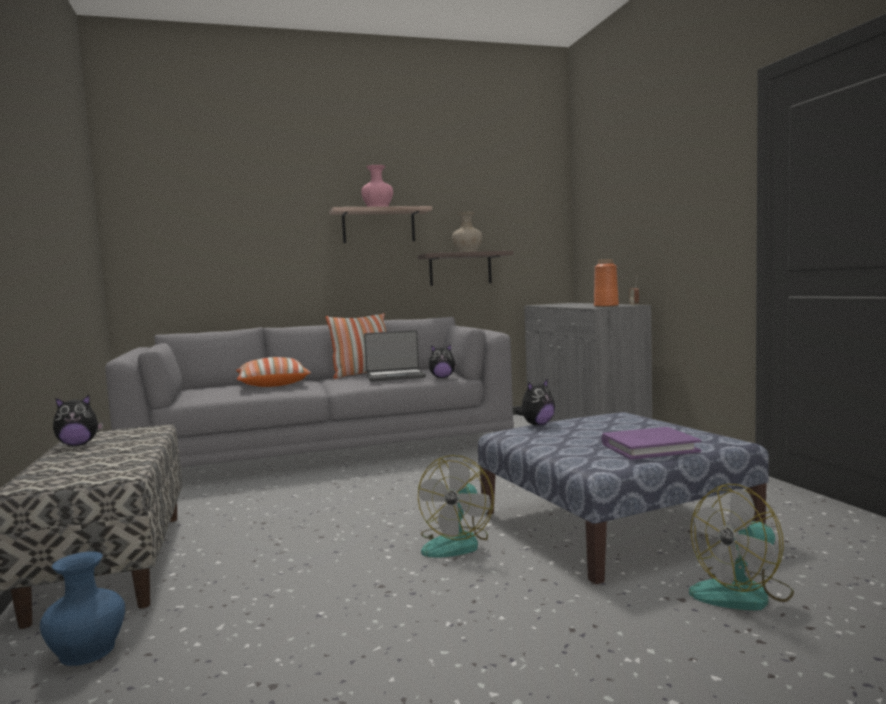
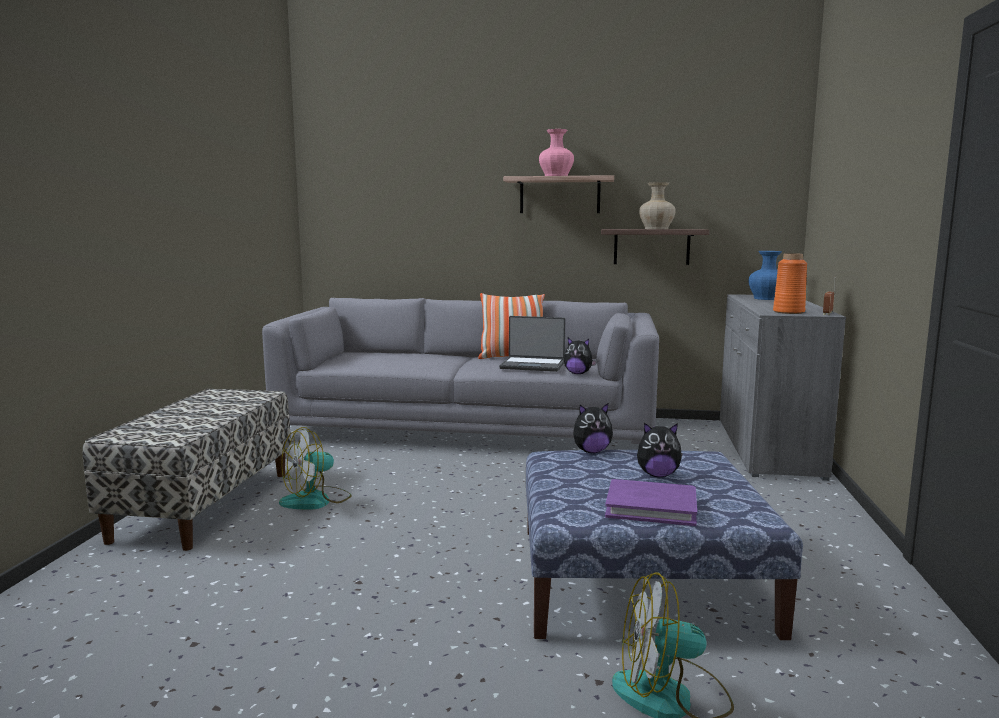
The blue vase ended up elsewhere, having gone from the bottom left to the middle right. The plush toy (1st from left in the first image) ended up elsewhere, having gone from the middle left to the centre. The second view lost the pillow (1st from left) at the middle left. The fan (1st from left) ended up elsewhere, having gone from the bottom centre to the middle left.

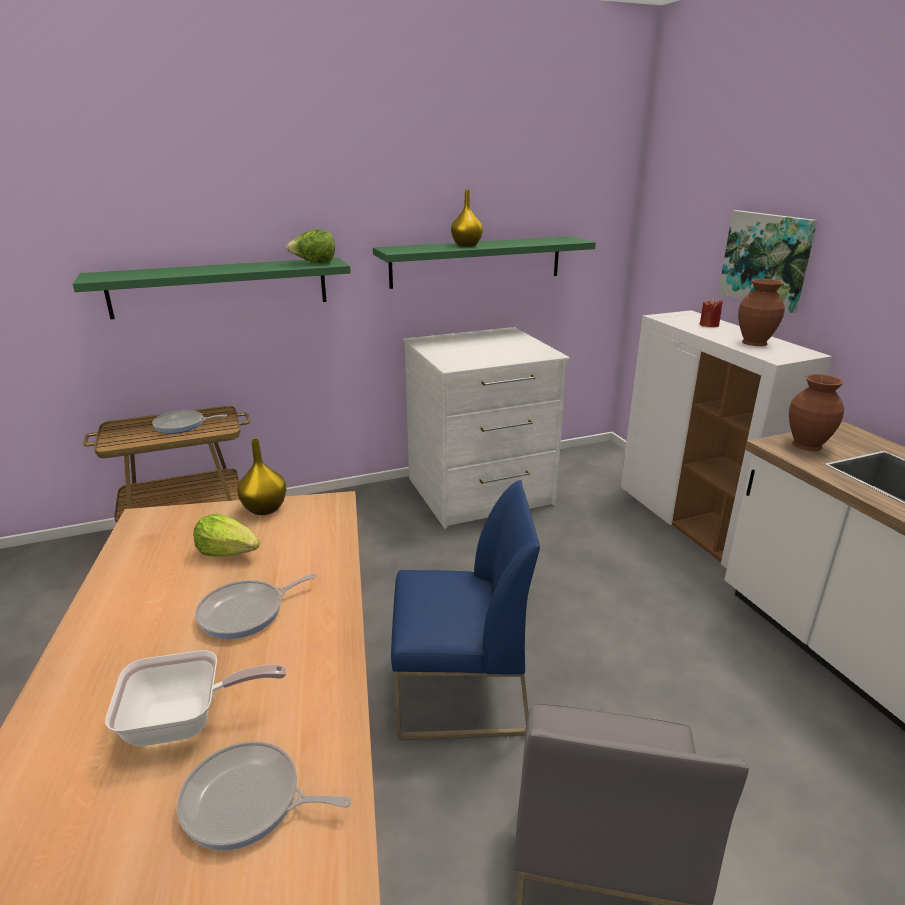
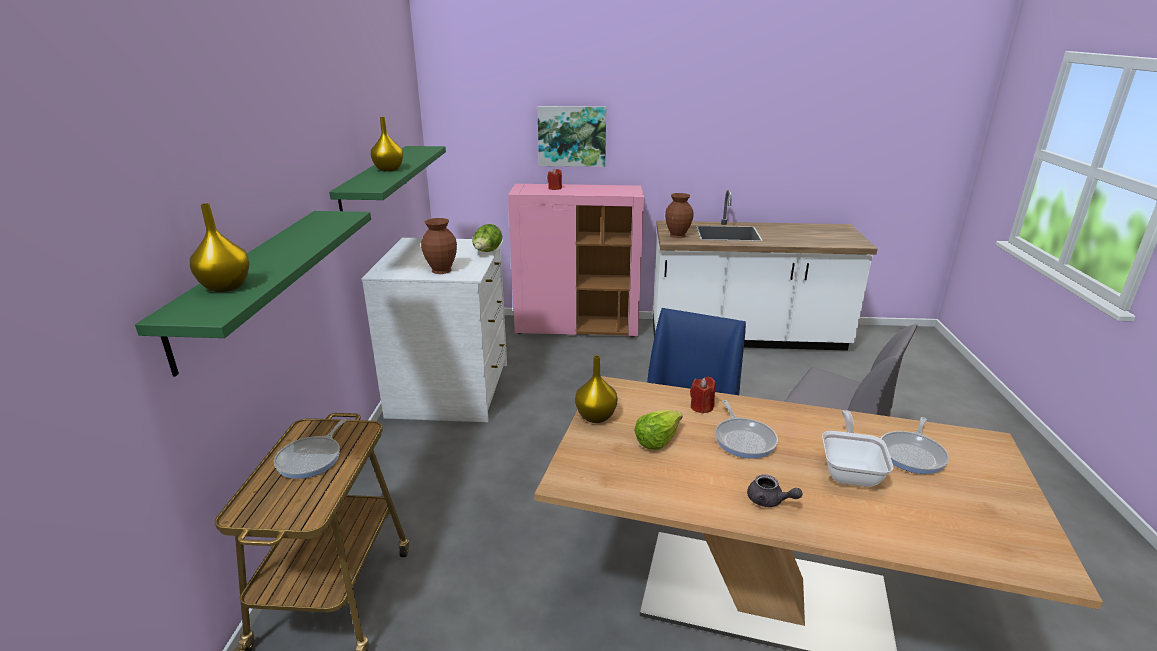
The lettuce (2nd from left in the first image) ended up elsewhere, having gone from the top centre to the centre. What was the white cabinet at the middle right turned into the pink cabinet at the centre. The brown vase (1st from left) ended up elsewhere, having gone from the middle right to the centre. The second view gained the yellow vase (1st from left) at the middle left. The second view gained the red candle (2nd from left) at the centre. The second view gained the grey teapot at the bottom right.

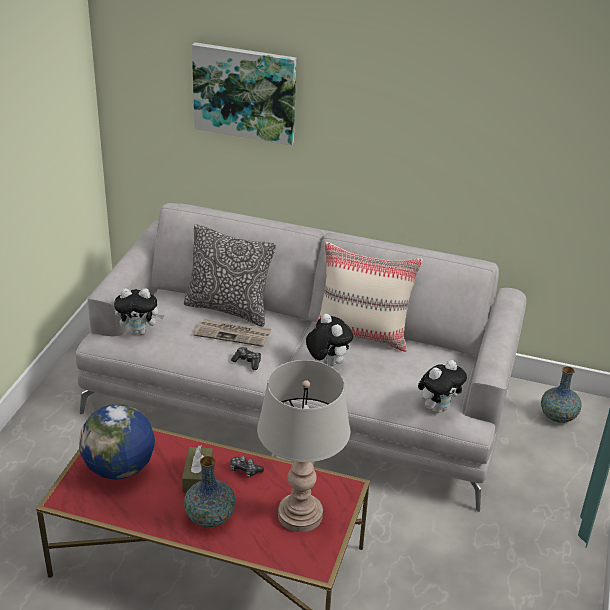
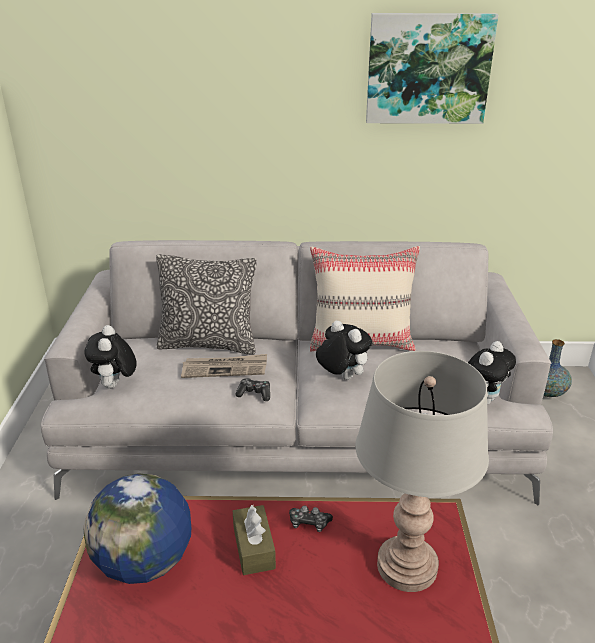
The plush toy (1st from left) at the middle left ended up facing another way, 105 degrees clockwise from before. The second view lost the vase (1st from left) at the bottom centre. The picture ended up elsewhere, having gone from the top centre to the top right.

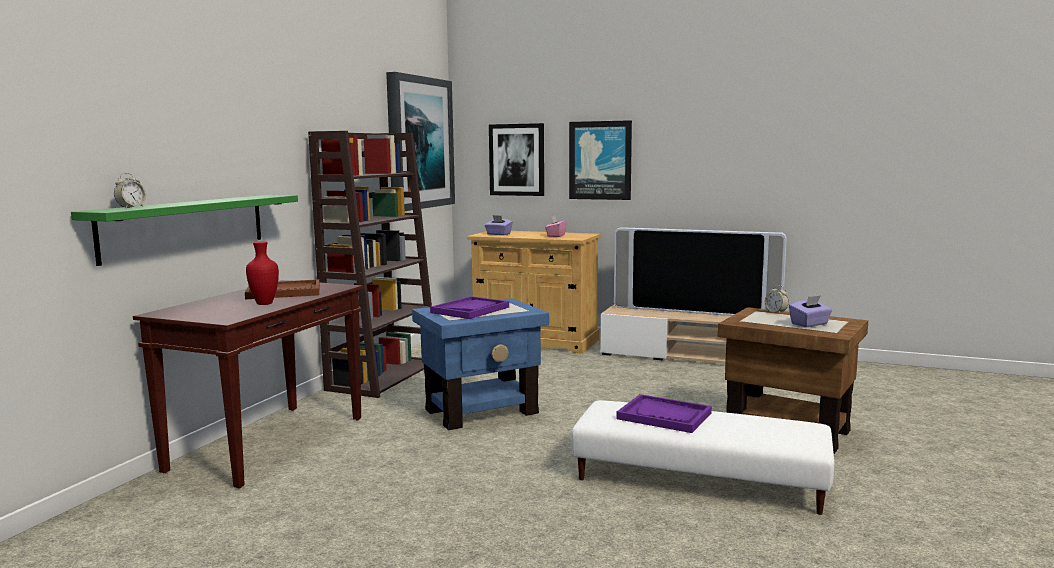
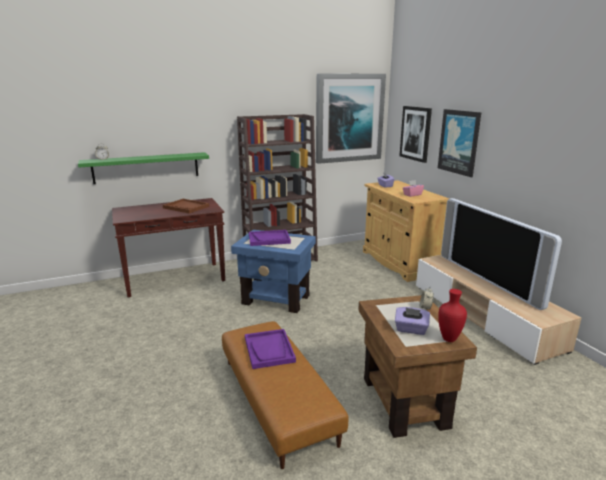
The red vase ended up elsewhere, having gone from the middle left to the middle right. What was the white ottoman at the bottom right turned into the brown ottoman at the bottom centre.

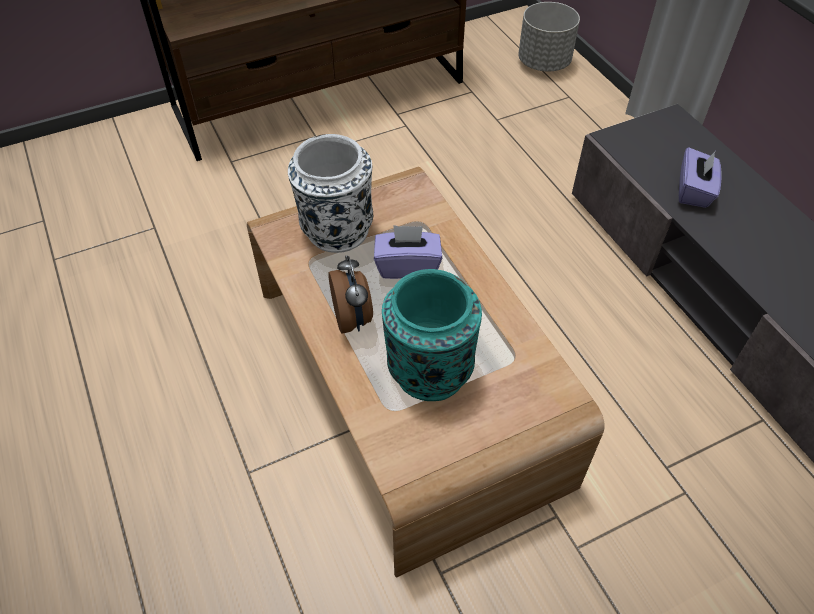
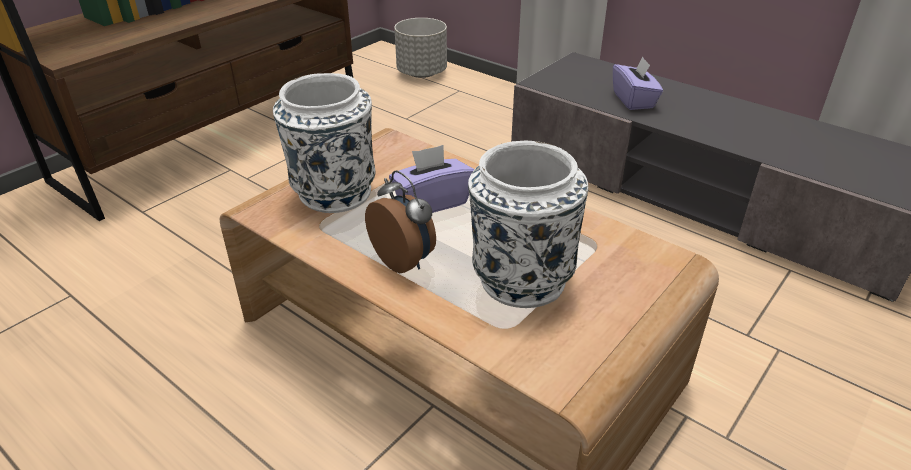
What was the turquoise vase at the centre turned into the white vase (2nd from left) at the centre.

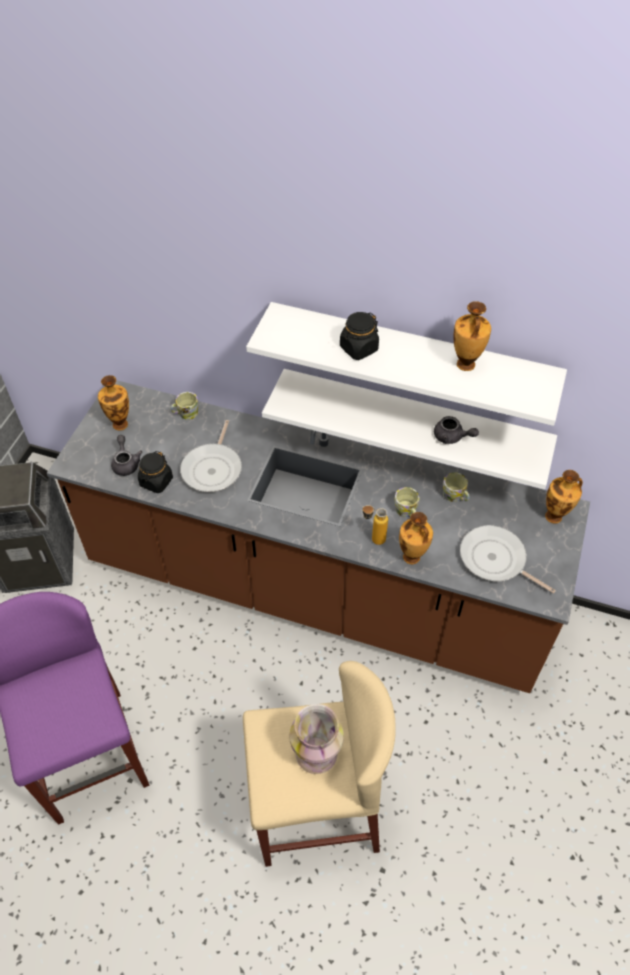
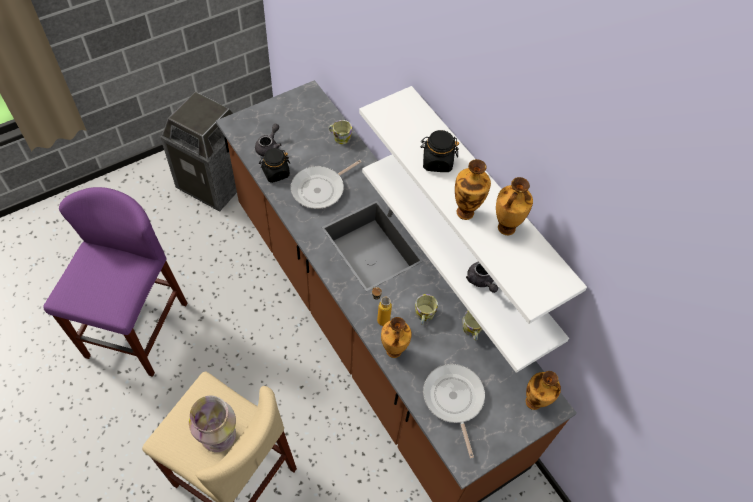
The vase (1st from left in the first image) ended up elsewhere, having gone from the middle left to the centre.

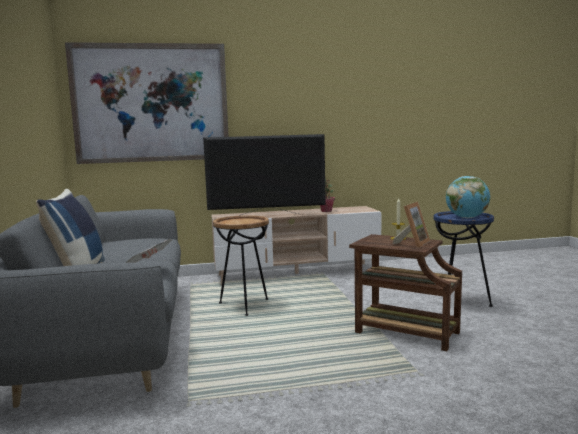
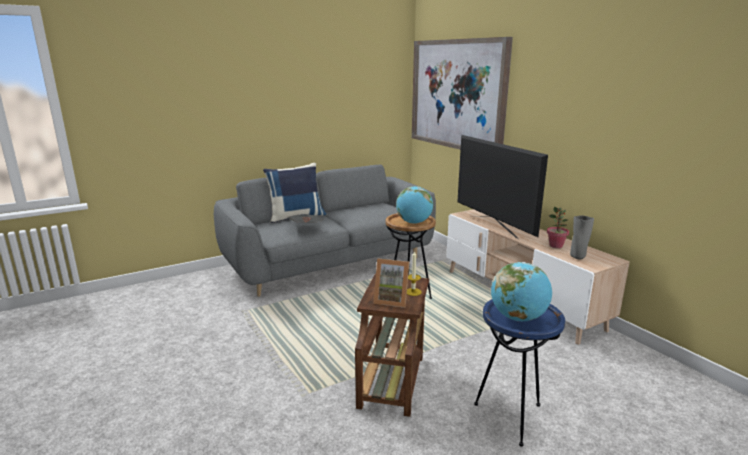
The second view gained the globe (1st from left) at the centre. The second view gained the grey vase at the middle right.

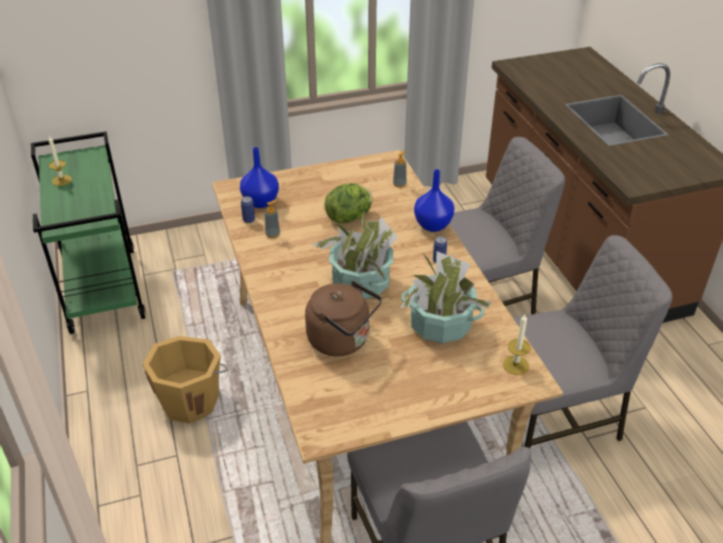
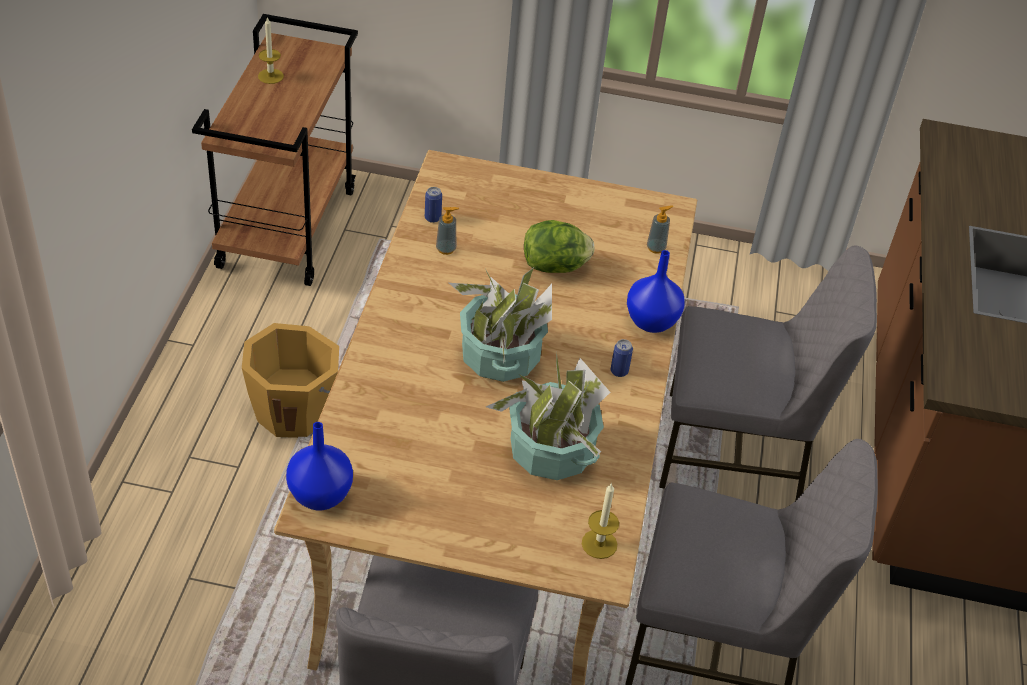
What was the green cart at the middle left turned into the brown cart at the top left. The blue vase (1st from left) ended up elsewhere, having gone from the top centre to the bottom left. The second view lost the brown kettle at the centre.

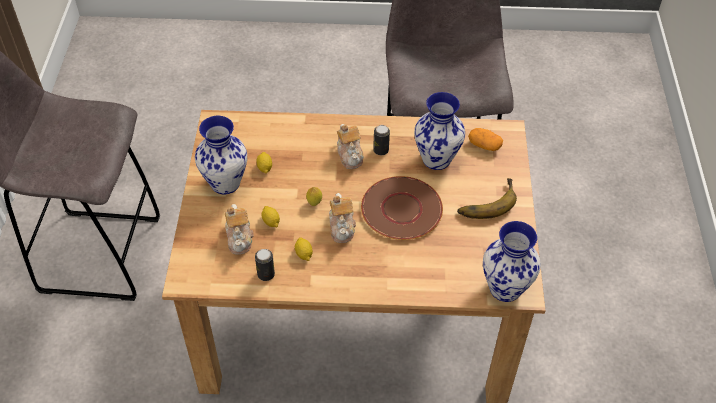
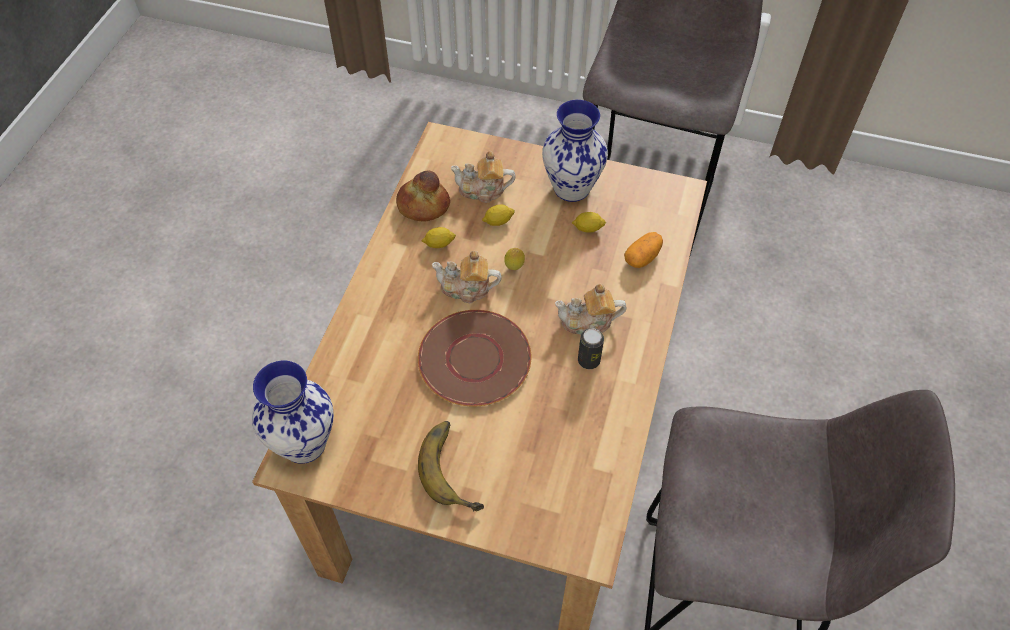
Where the can (1st from left) stood at the centre, the bread came to stand at the top centre. The second view lost the vase (2nd from left) at the top centre. The potato ended up elsewhere, having gone from the middle right to the centre.

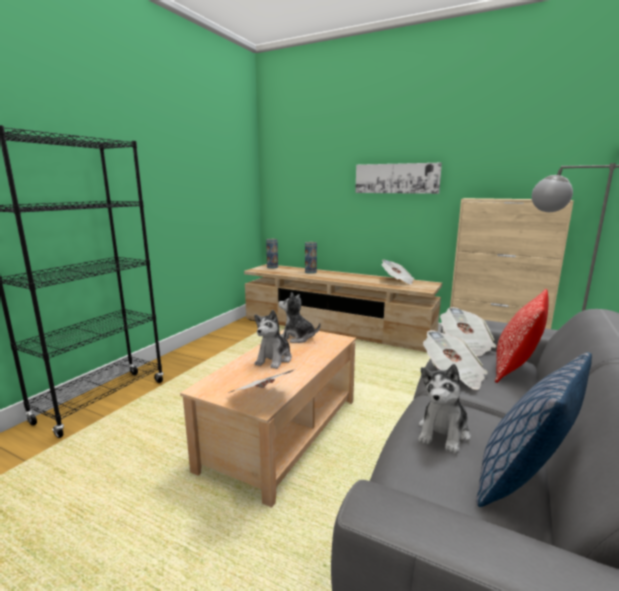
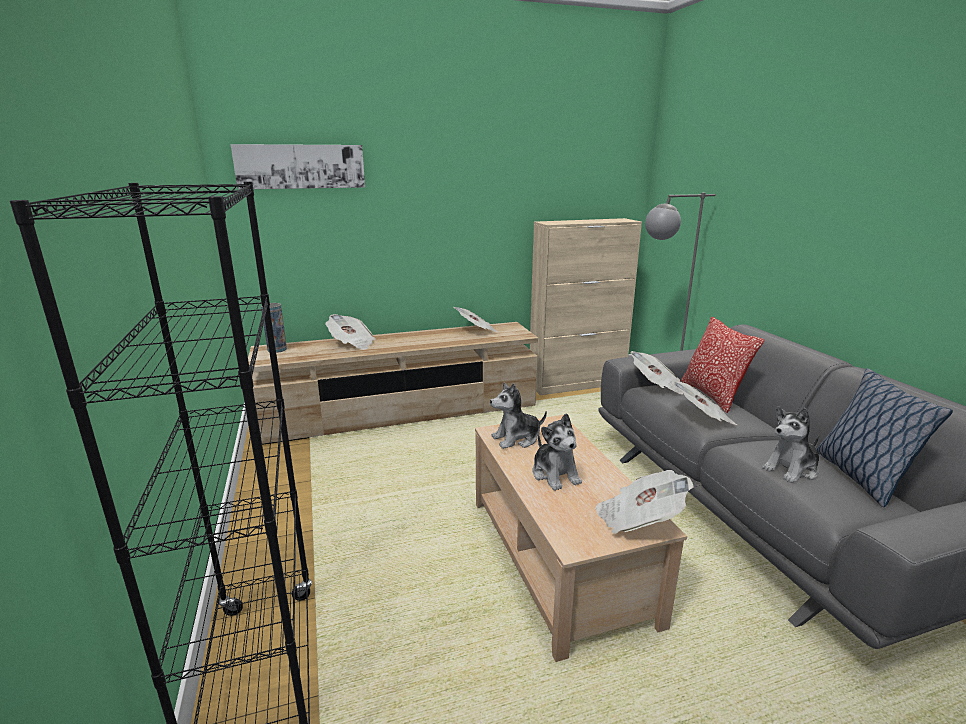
Where the vase (2nd from left) stood at the centre, the newspaper (1st from left) came to stand at the centre. The picture ended up elsewhere, having gone from the top centre to the top left. The plush toy (3rd from left) at the bottom right ended up facing another way, 75 degrees clockwise from before.

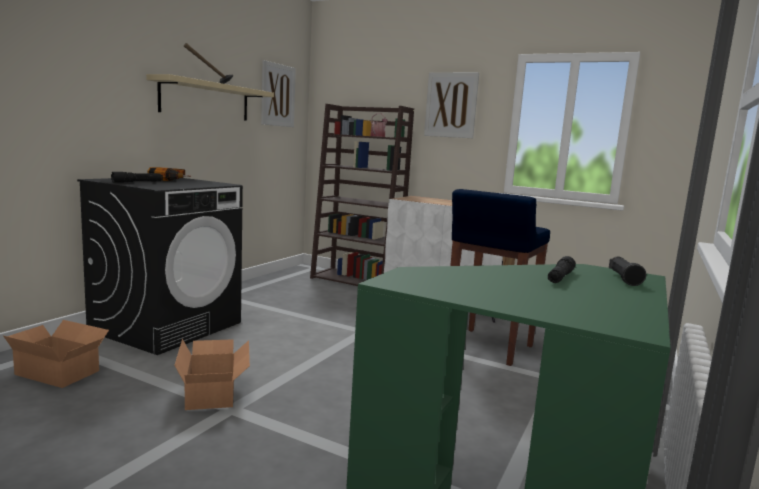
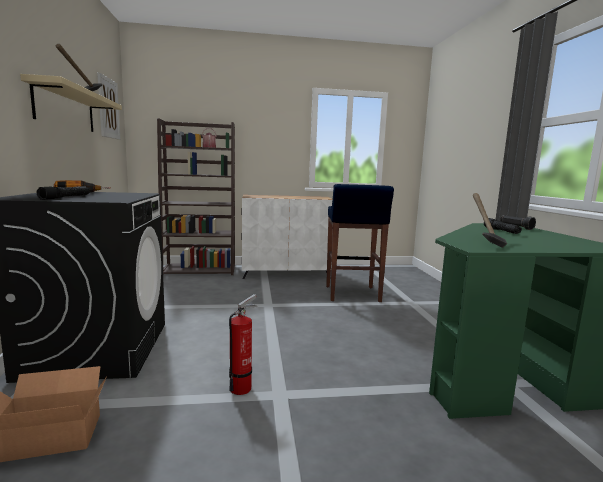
Where the cardboard box (2nd from left) stood at the bottom left, the fire extinguisher came to stand at the bottom centre. The second view lost the picture (2nd from left) at the top centre. The second view gained the hammer (2nd from left) at the middle right.

